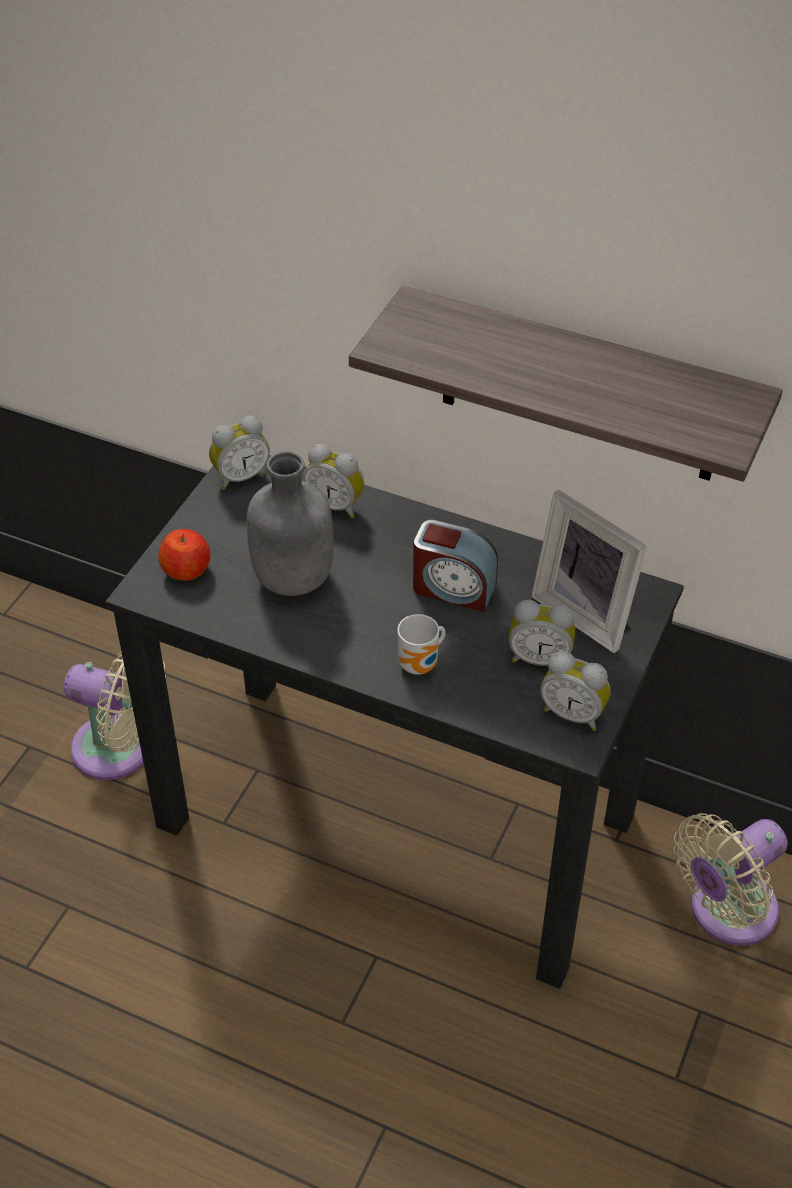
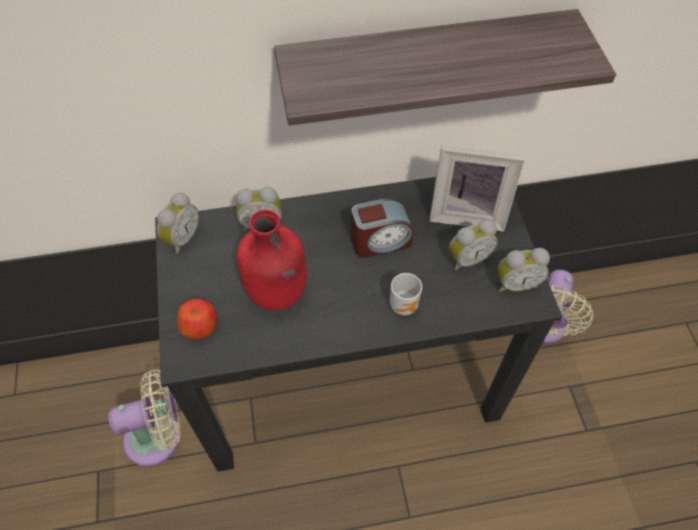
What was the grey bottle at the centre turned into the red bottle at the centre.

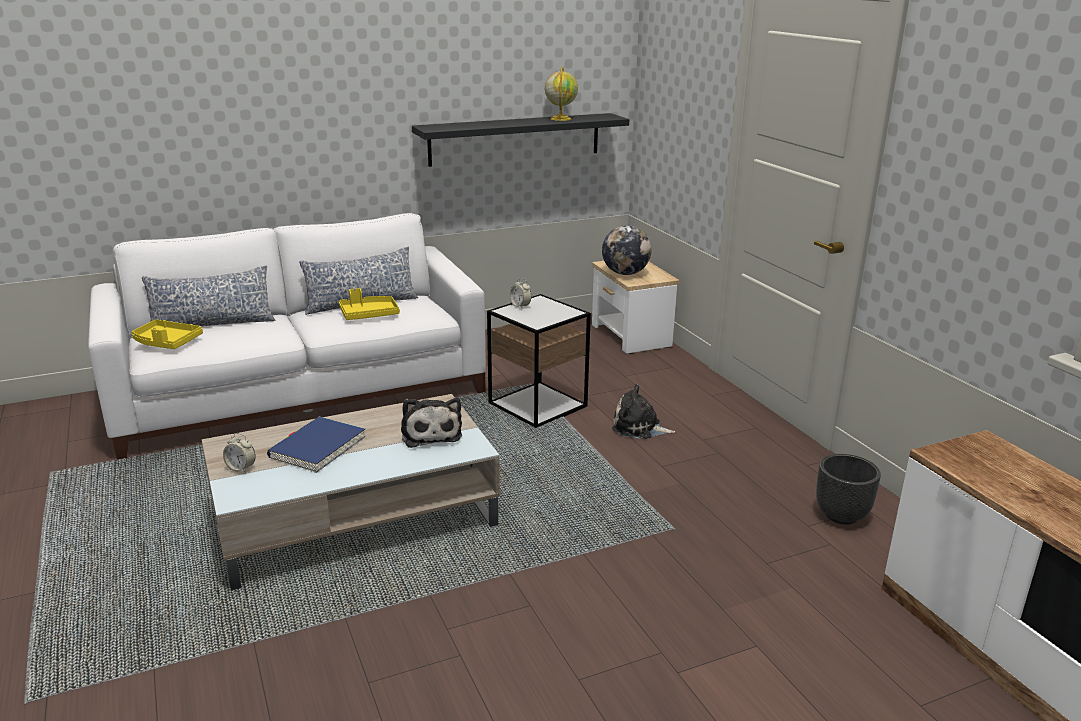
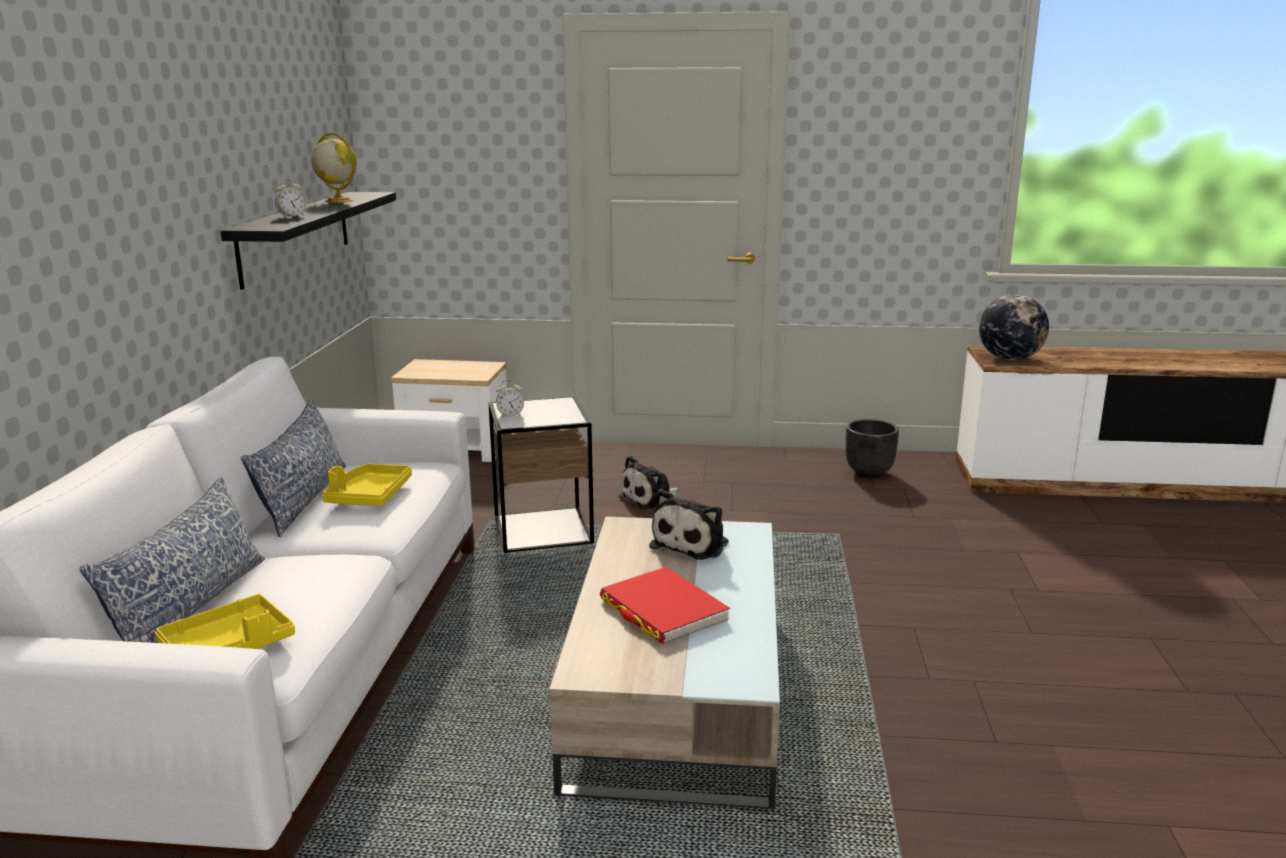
The alarm clock (1st from left) ended up elsewhere, having gone from the middle left to the top left. What was the blue book at the middle left turned into the red book at the bottom centre. The plush toy (1st from left in the first image) at the centre ended up facing another way, 105 degrees clockwise from before. The globe (2nd from left) ended up elsewhere, having gone from the centre to the middle right.

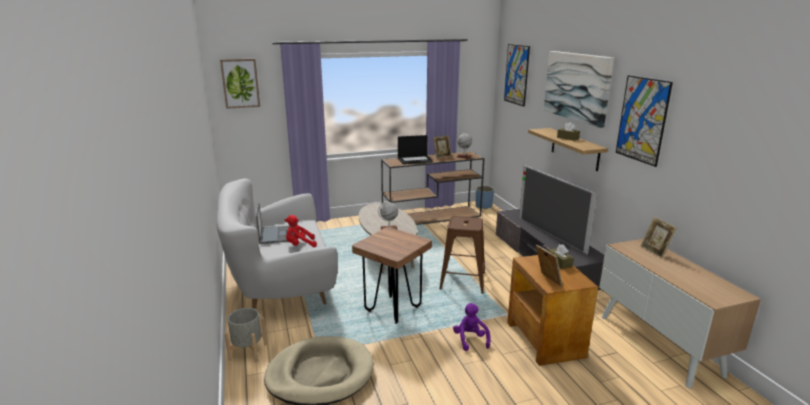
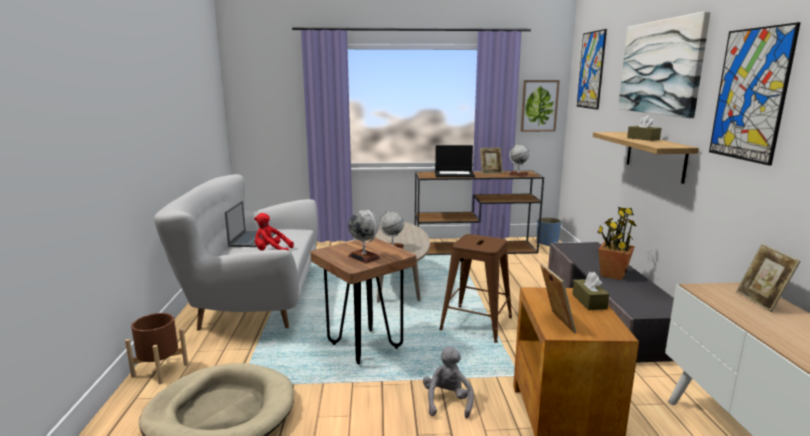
The picture (1st from left) ended up elsewhere, having gone from the top left to the top right. What was the grey planter at the bottom left turned into the brown planter at the bottom left. What was the purple plush toy at the bottom centre turned into the grey plush toy at the bottom centre. Where the television stood at the middle right, the potted plant came to stand at the middle right. The second view gained the globe (1st from left) at the centre.

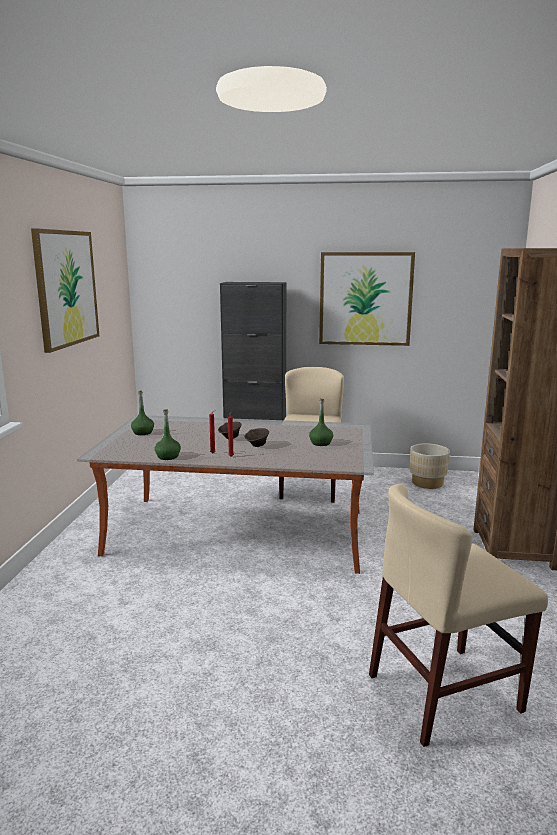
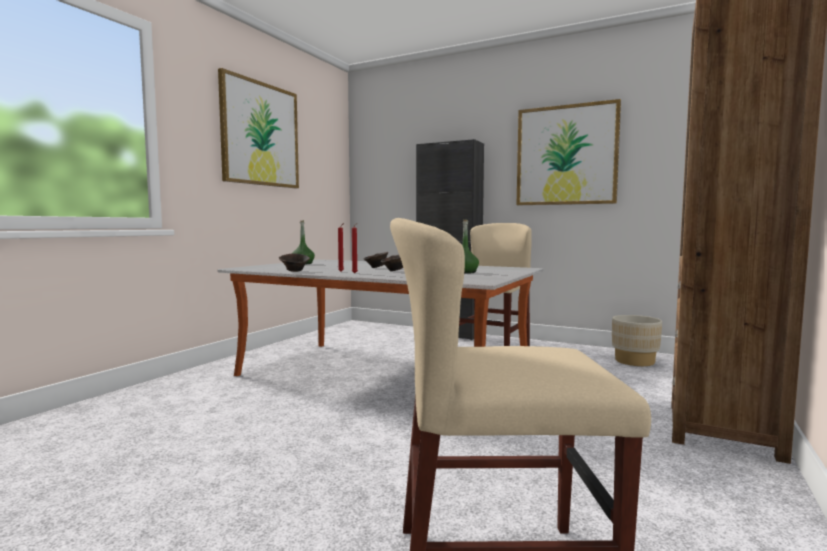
Where the green bottle (2nd from left) stood at the middle left, the brown bowl (1st from left) came to stand at the centre.

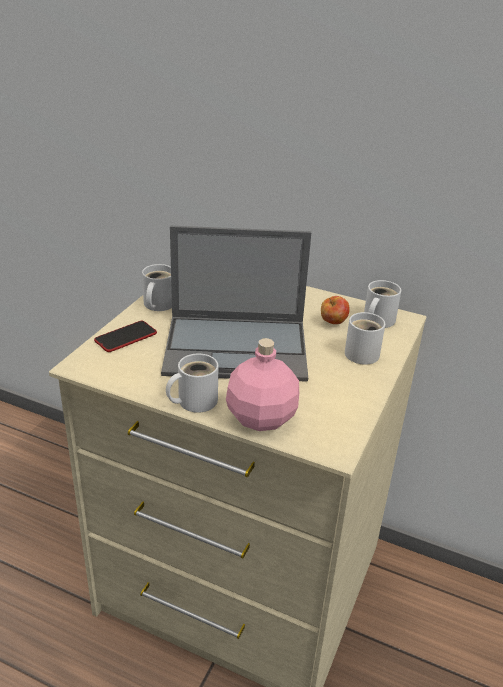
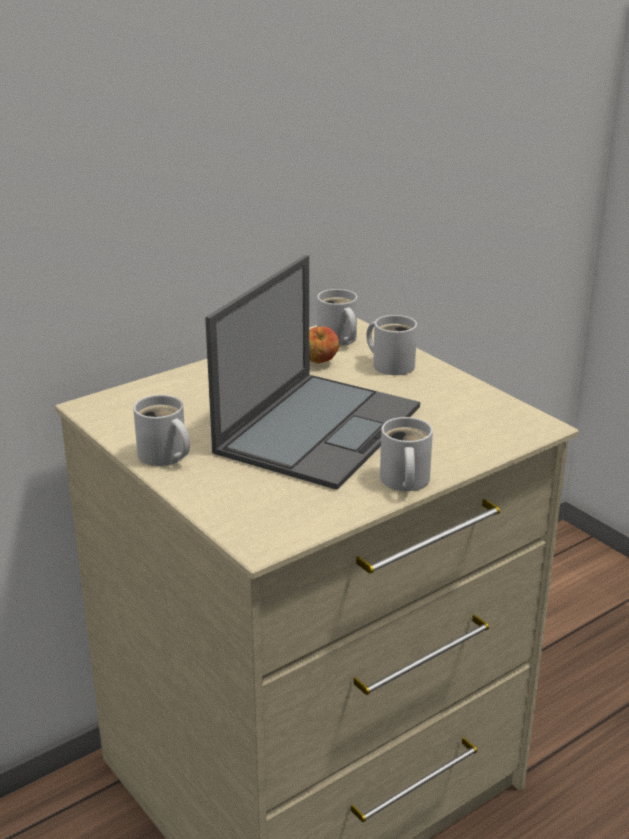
The second view lost the phone at the middle left. The second view lost the pink bottle at the centre.

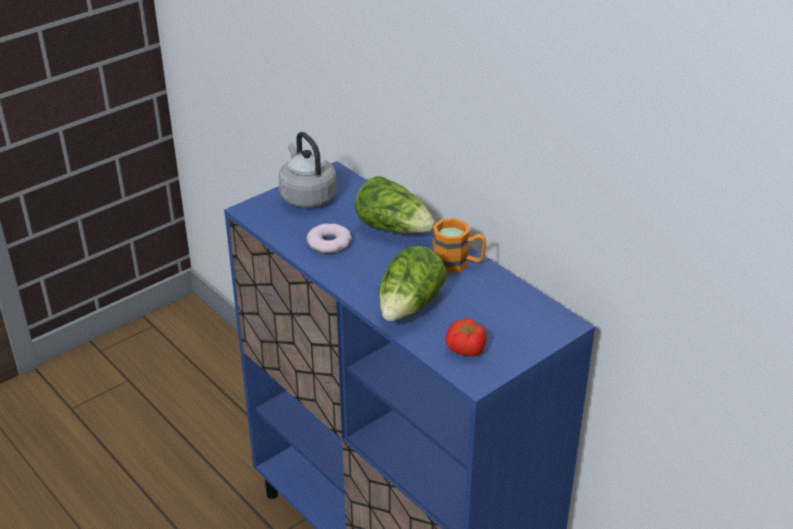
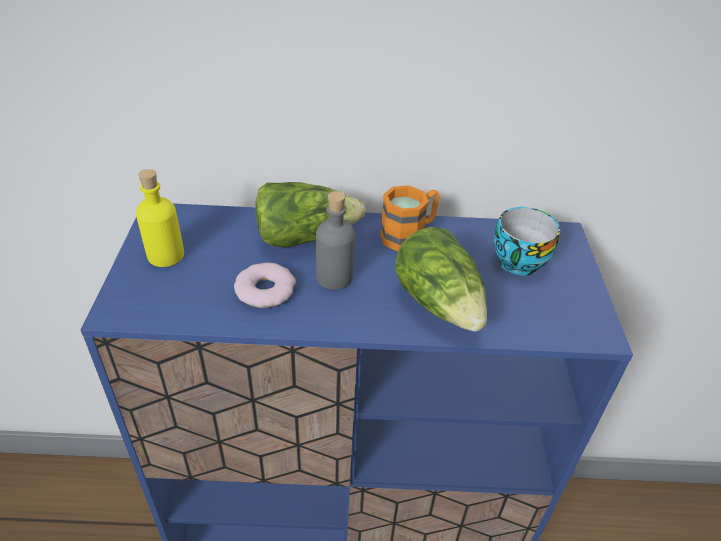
Where the grey kettle stood at the top centre, the yellow bottle came to stand at the middle left. The second view lost the tomato at the centre. The second view gained the grey bottle at the centre. The second view gained the cup at the middle right.

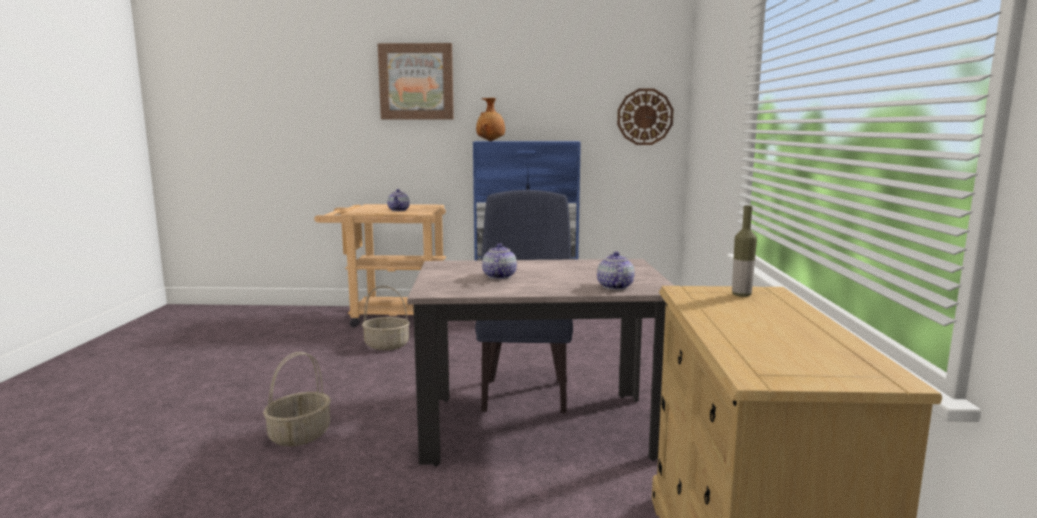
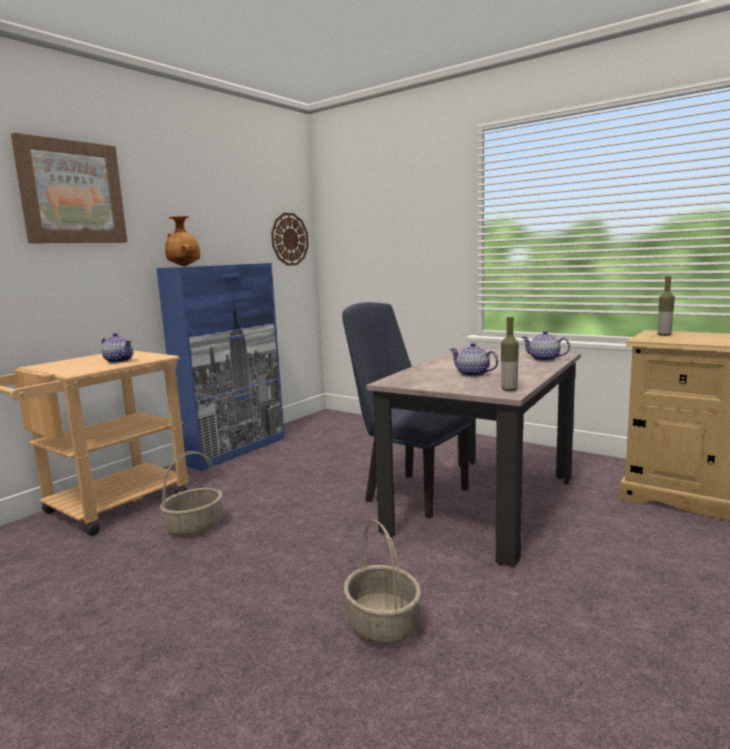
The second view gained the bottle (1st from left) at the middle right.

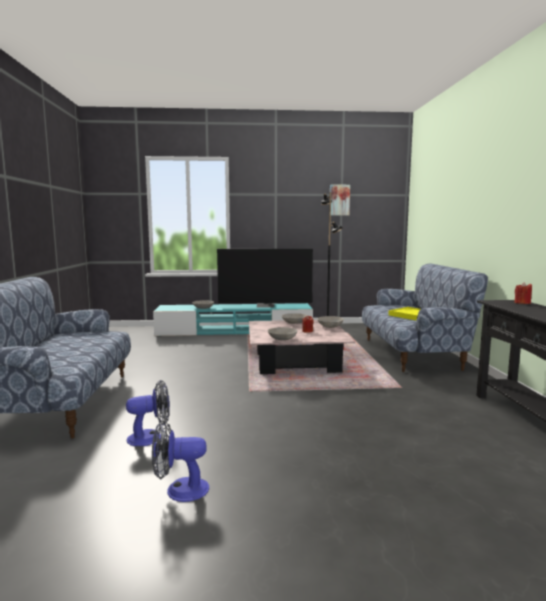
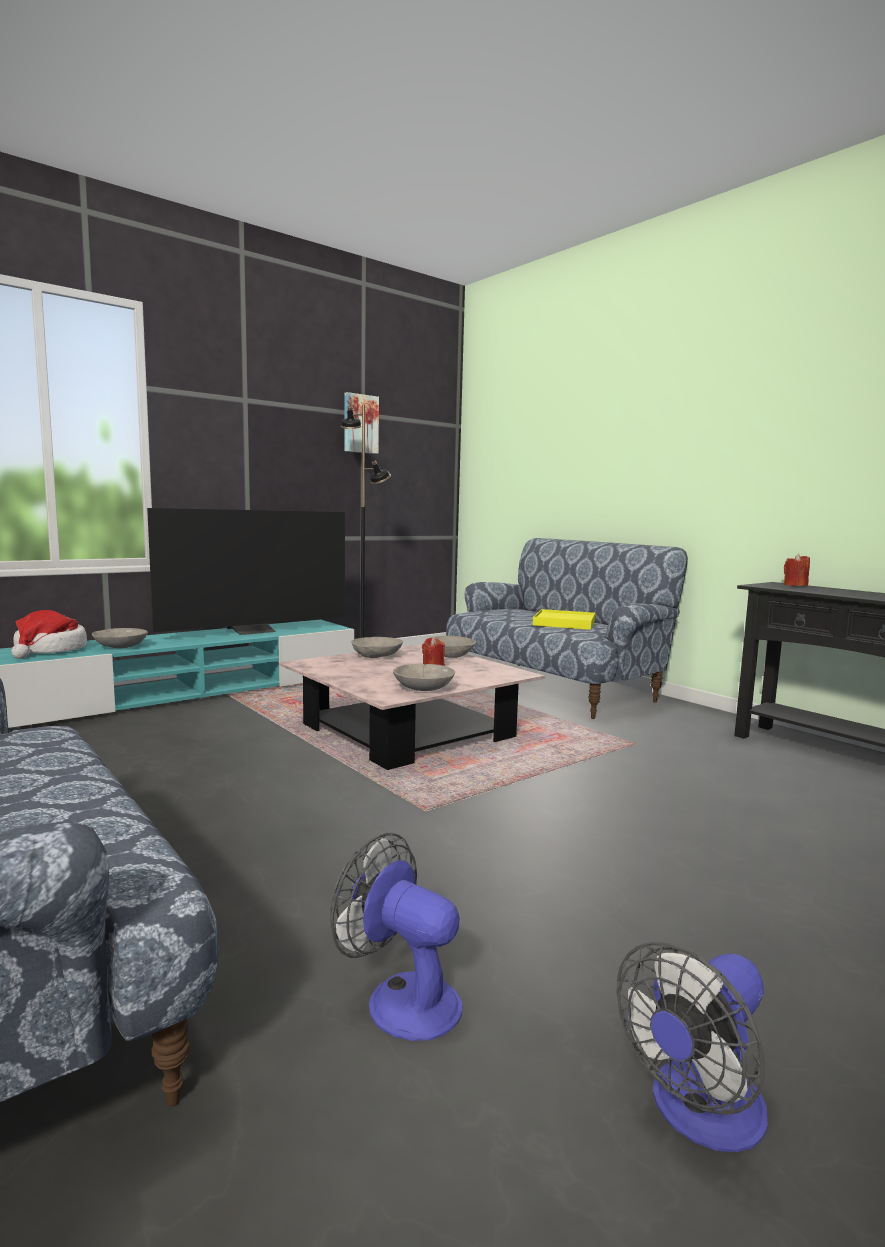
The fan (1st from left) at the bottom left ended up facing another way, 90 degrees counterclockwise from before. The second view gained the hat at the middle left.

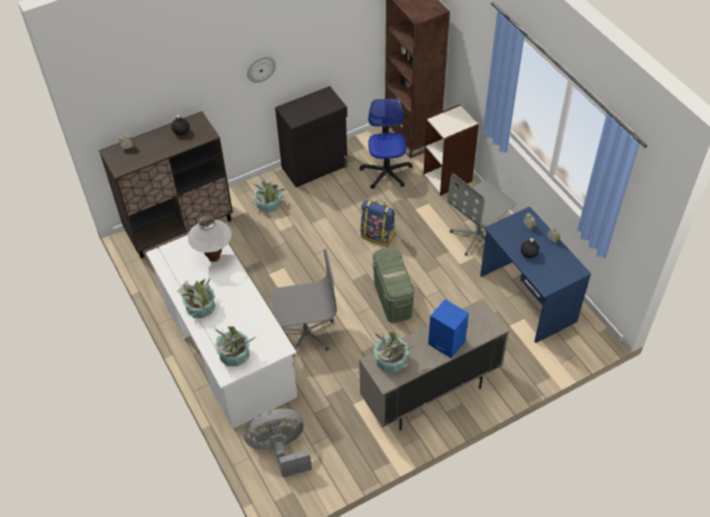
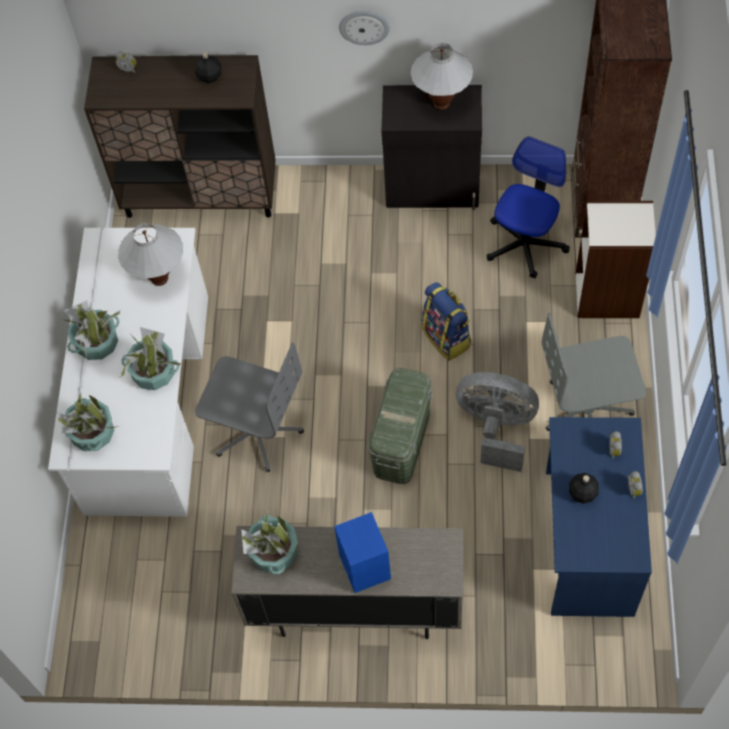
The grey fan ended up elsewhere, having gone from the bottom centre to the middle right. The potted plant (3rd from left) ended up elsewhere, having gone from the centre to the middle left. The second view gained the white table lamp (2nd from left) at the top centre.

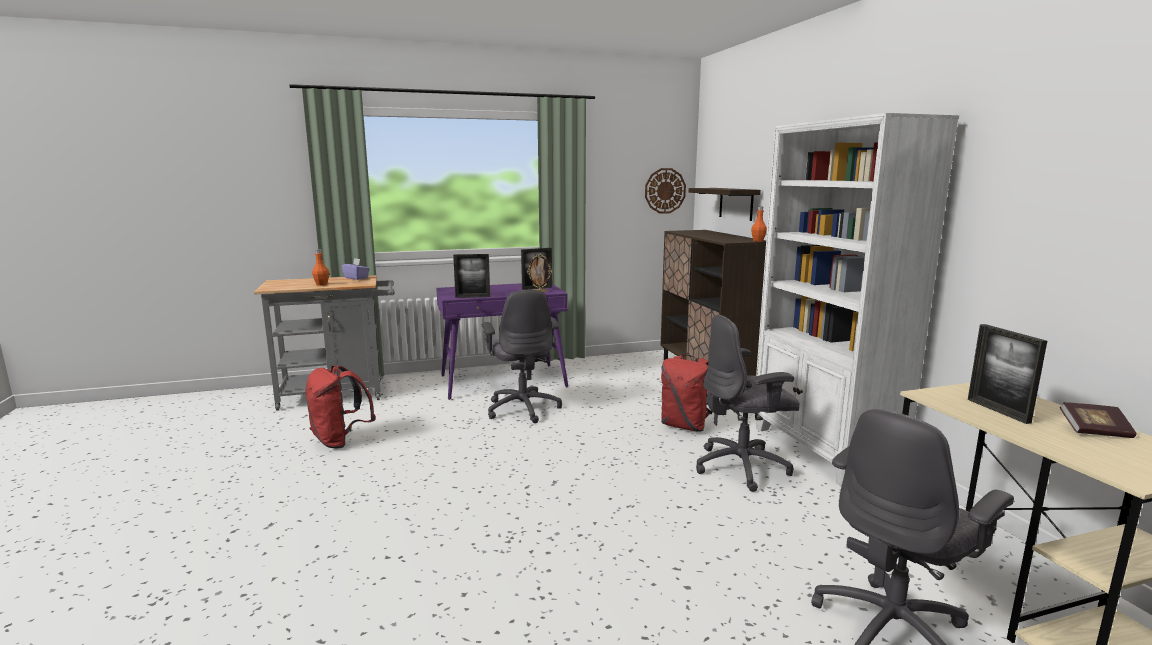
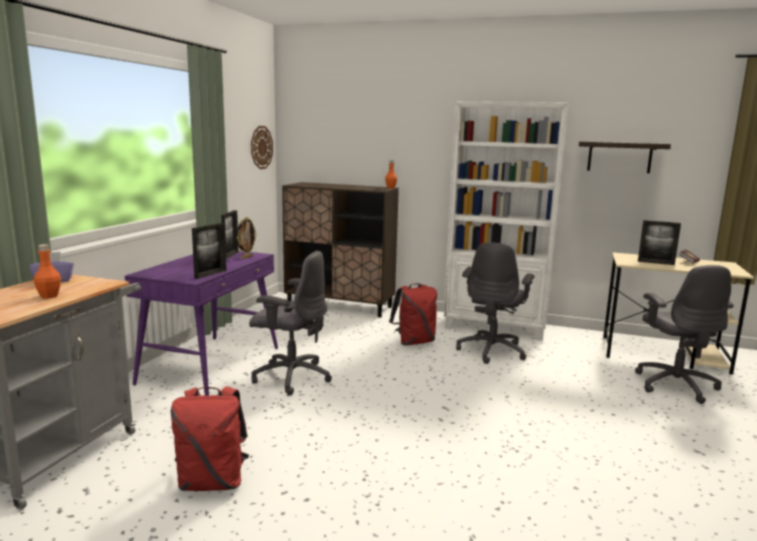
The shelf ended up elsewhere, having gone from the top centre to the top right.

